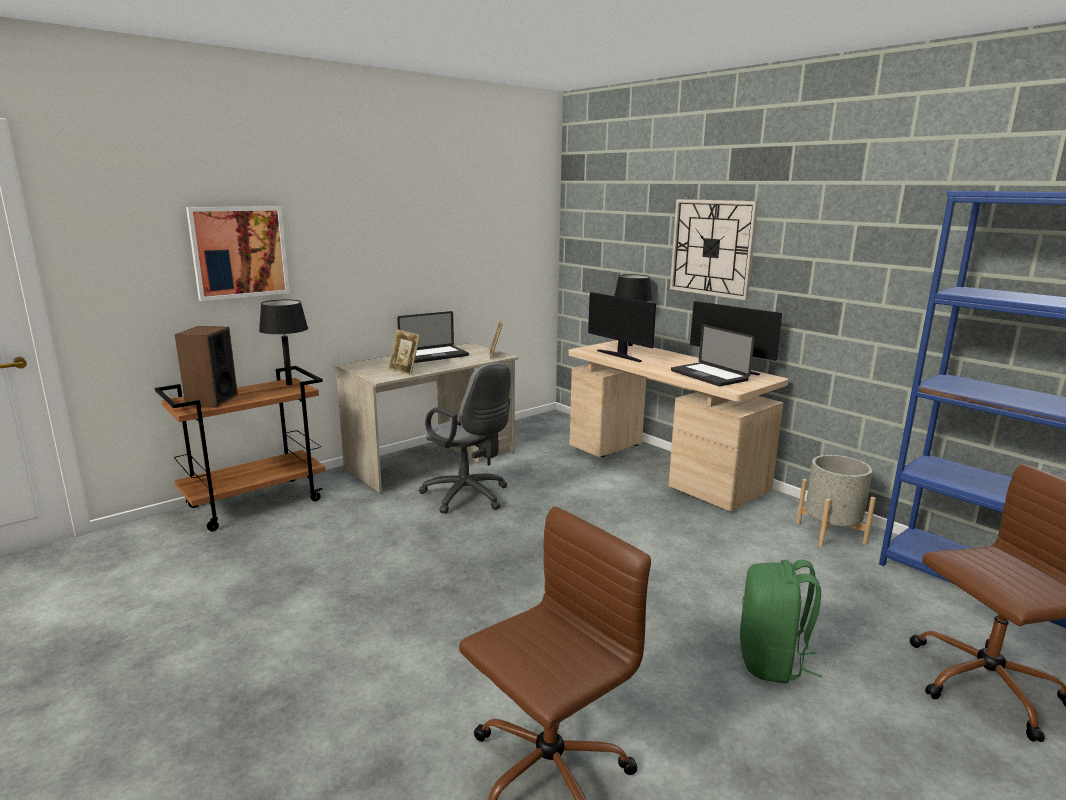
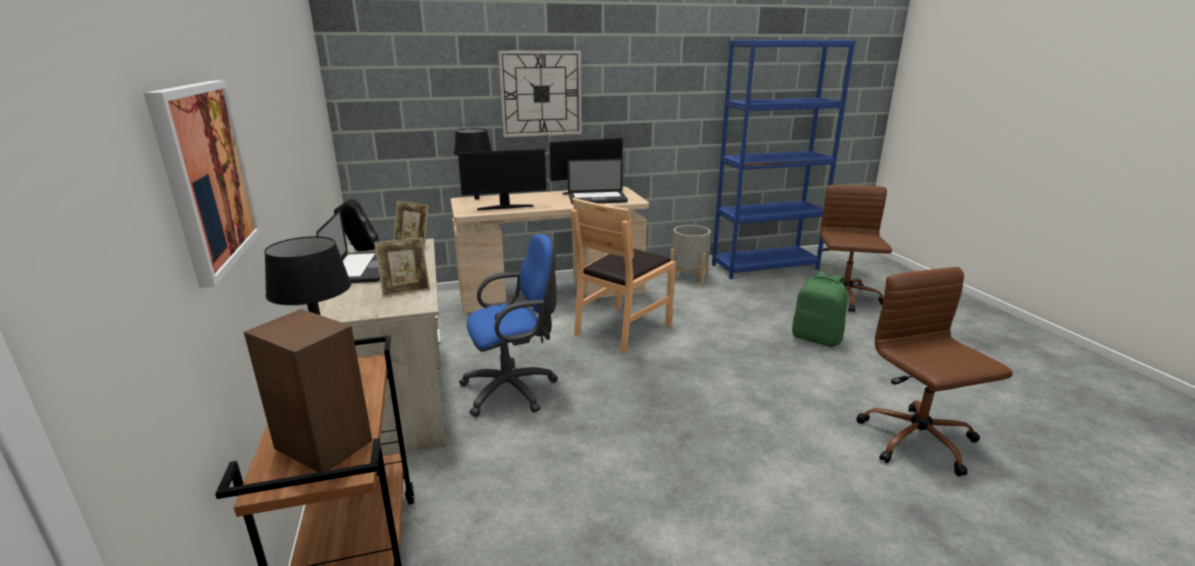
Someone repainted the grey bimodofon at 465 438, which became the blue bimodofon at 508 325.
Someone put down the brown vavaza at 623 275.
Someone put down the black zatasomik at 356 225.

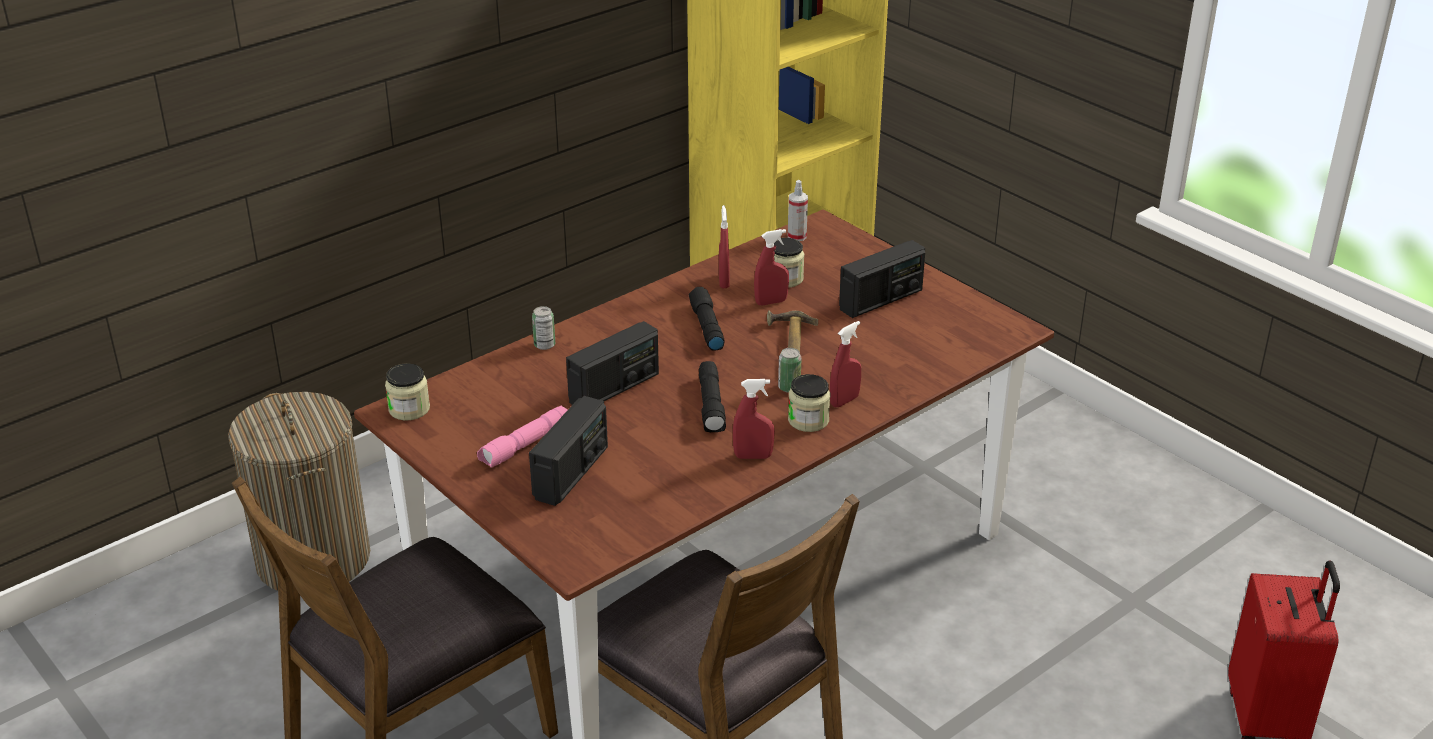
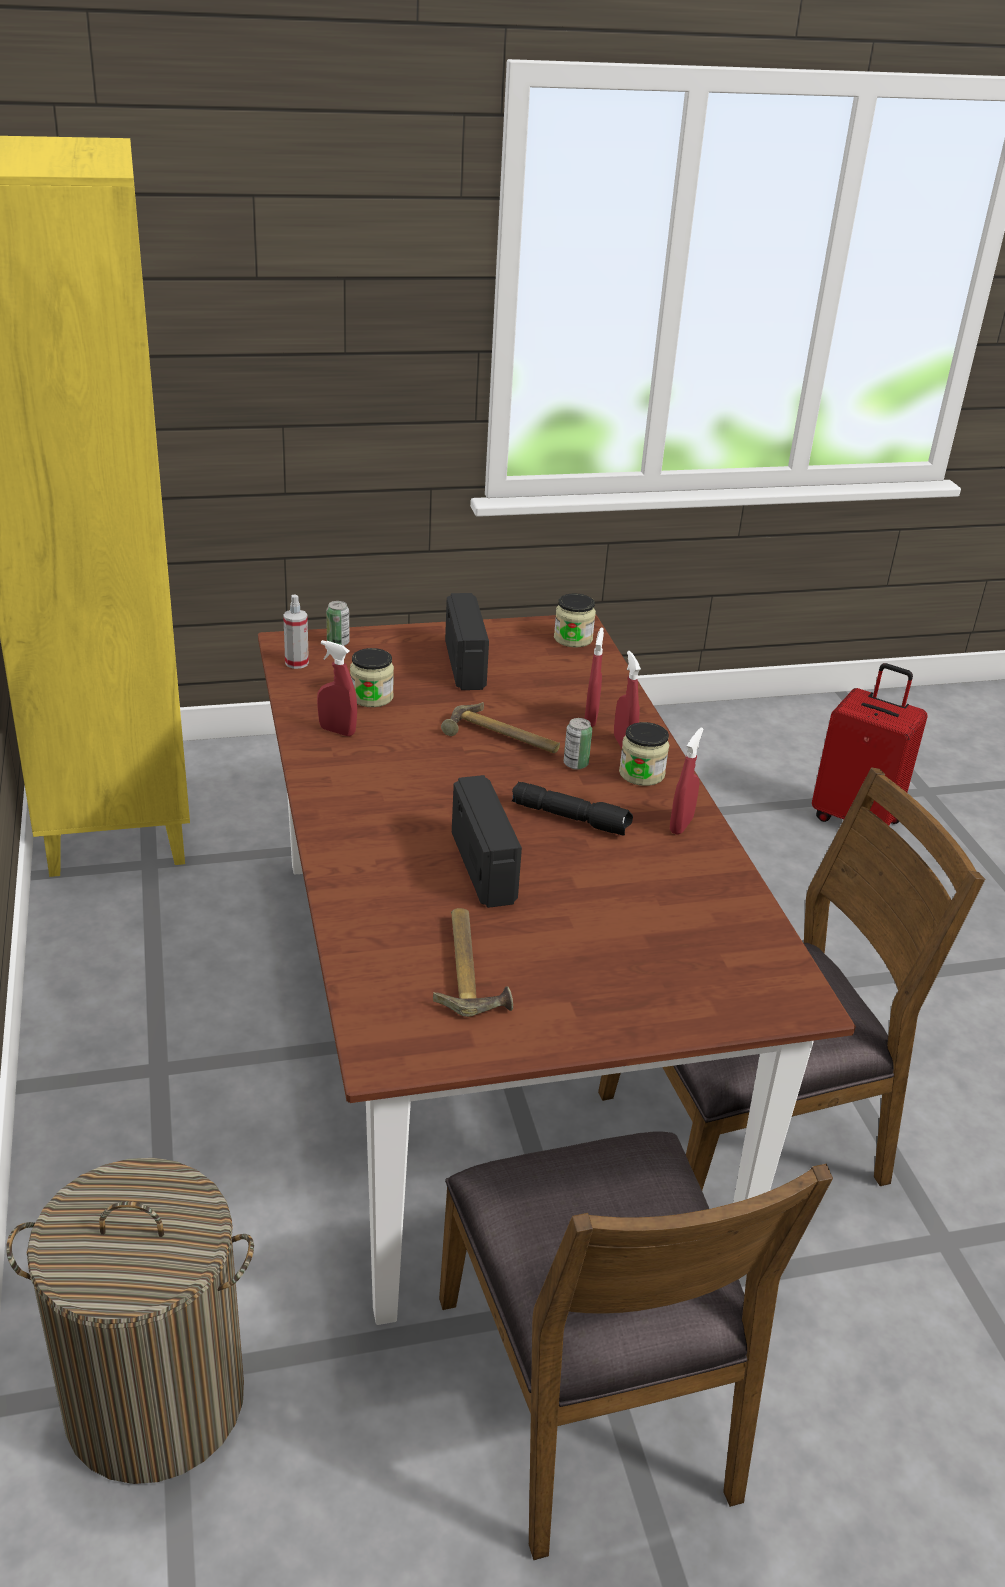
Someone carried the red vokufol from 771 267 to 594 677.
Someone took away the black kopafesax at 707 319.
Someone carried the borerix from 543 328 to 337 623.
Someone carried the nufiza from 407 392 to 575 620.
Someone took away the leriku at 568 451.
Someone took away the pink kopafesax at 522 437.
Someone put down the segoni at 473 962.

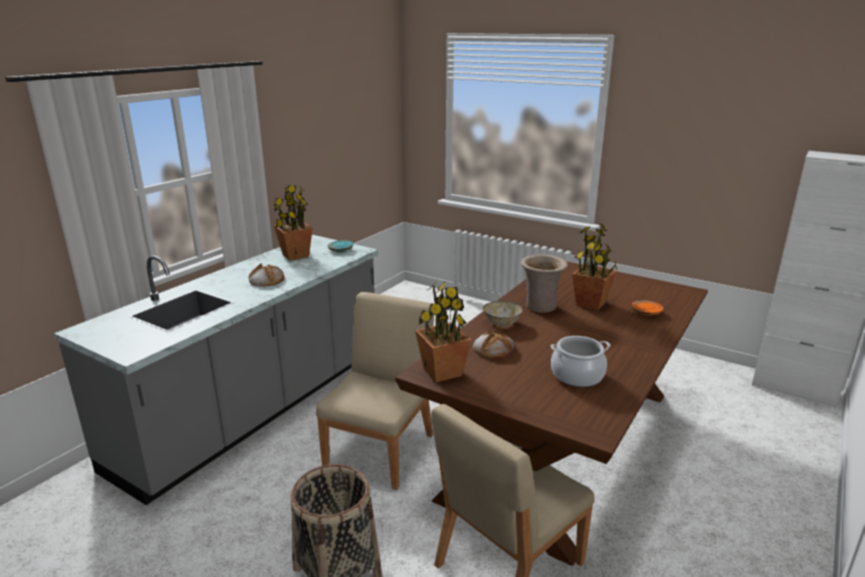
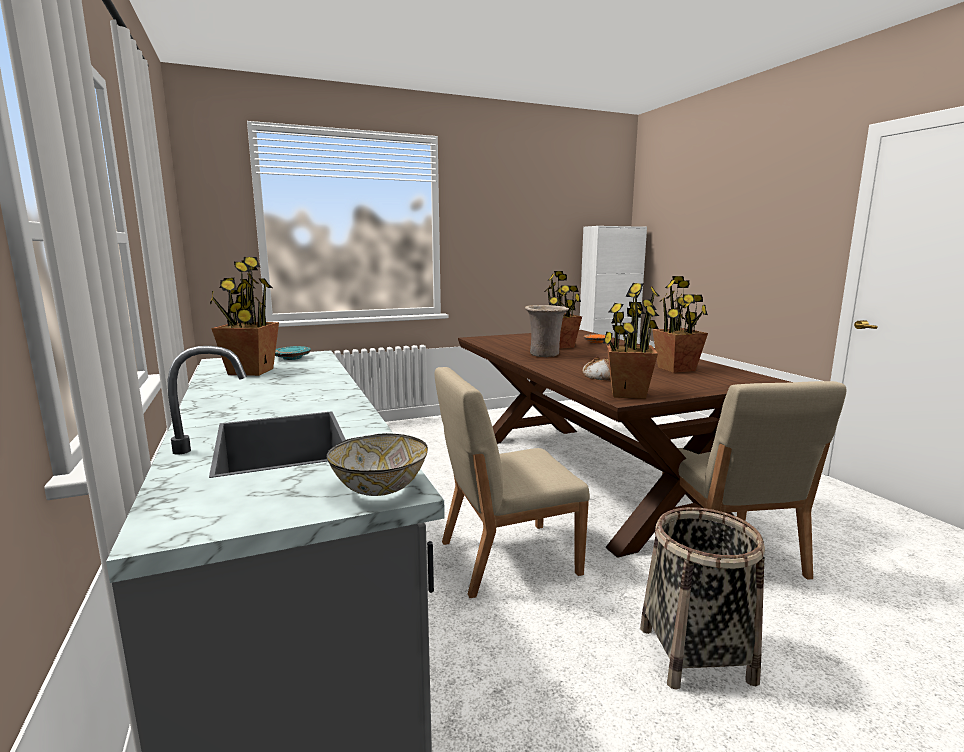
Someone took away the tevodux at 266 275.
Someone rotated the beige vavaza at 375 391 by 75 degrees counterclockwise.
Someone carried the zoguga from 502 313 to 377 464.
Someone swapped the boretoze at 580 361 for the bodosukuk at 680 324.

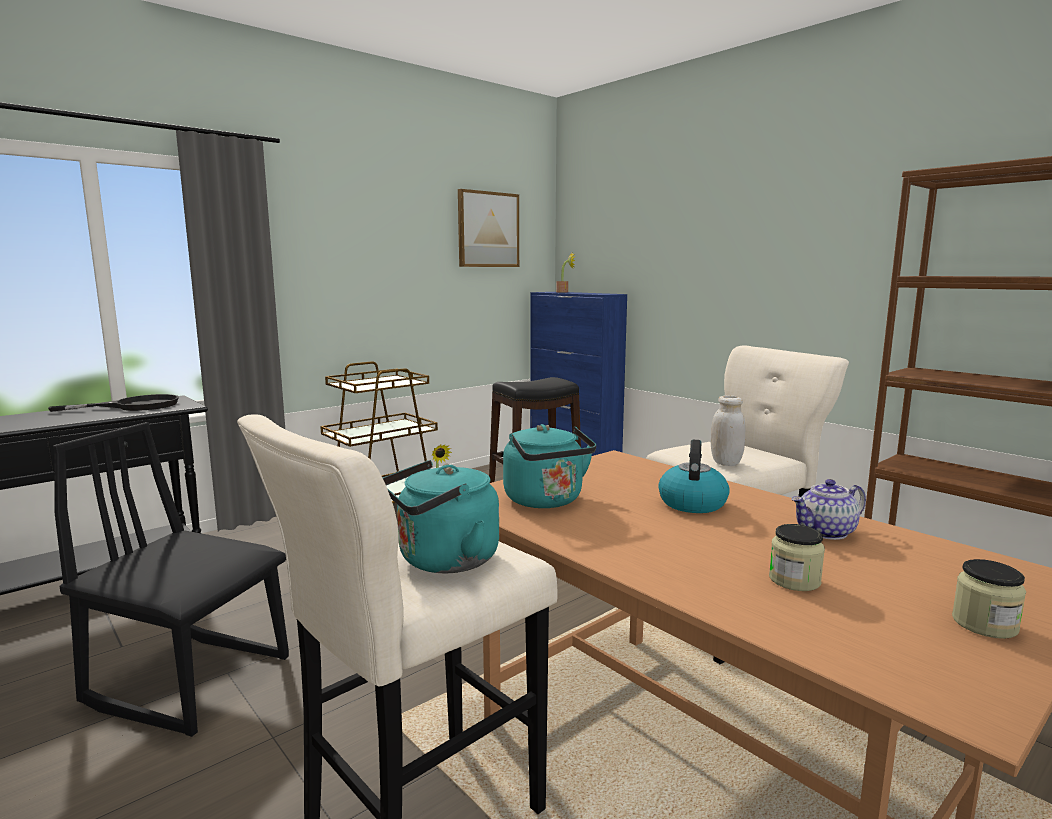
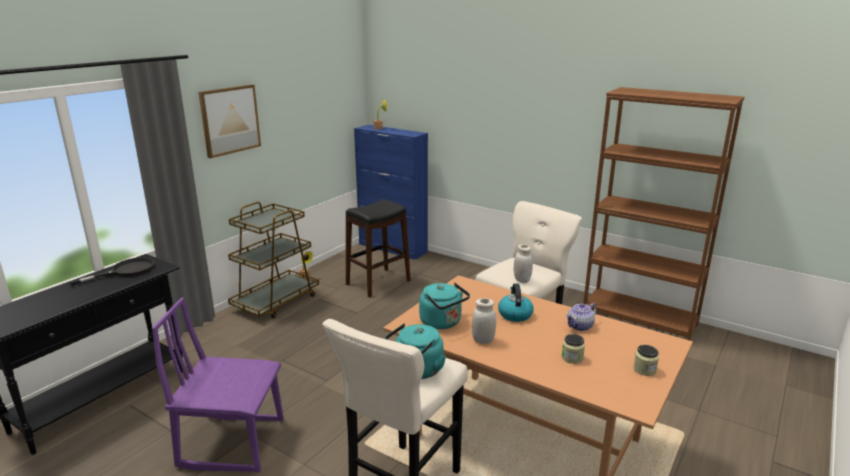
Someone carried the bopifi from 488 228 to 229 121.
Someone repainted the black vavaza at 171 579, which became the purple vavaza at 217 385.
Someone put down the white nufiza at 484 321.

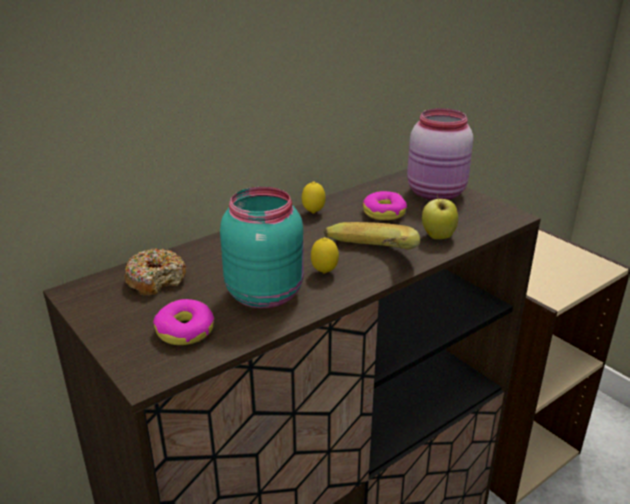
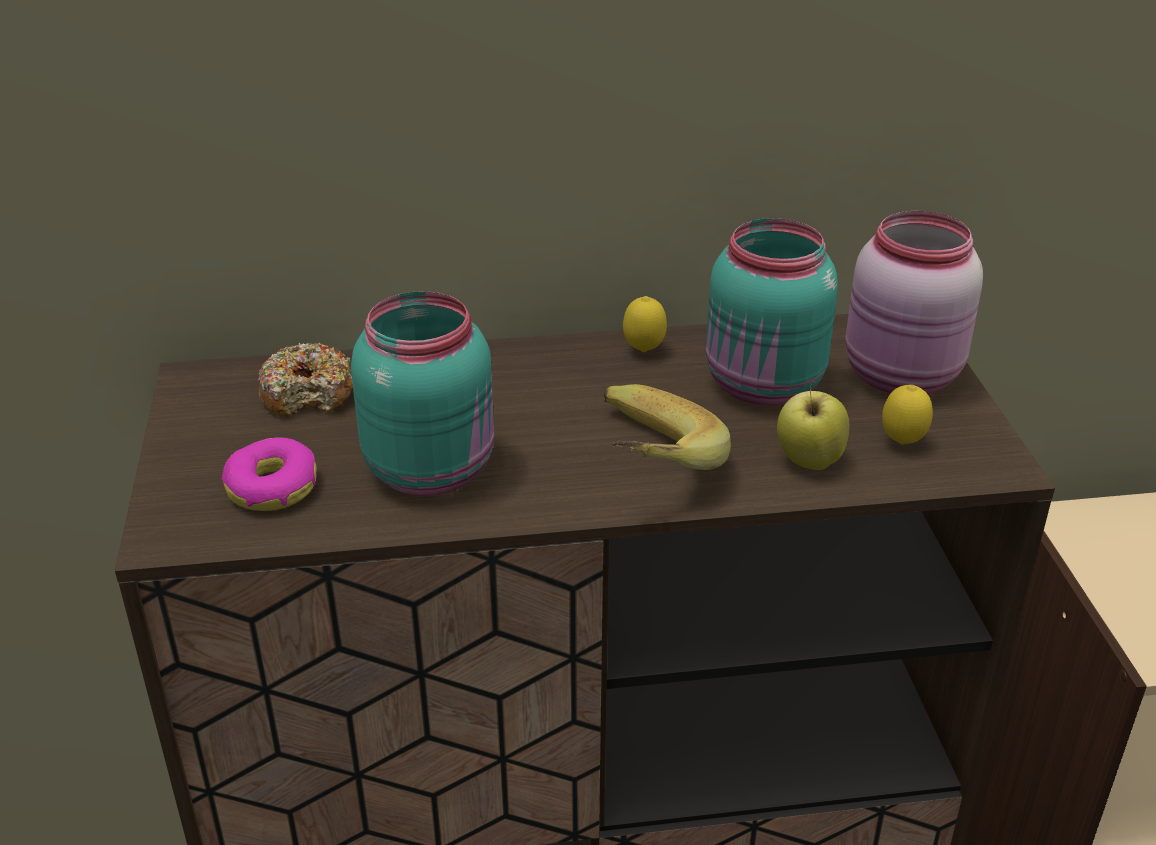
Someone swapped the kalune at 384 205 for the turquoise nufiza at 772 311.
Someone carried the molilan from 325 255 to 907 415.

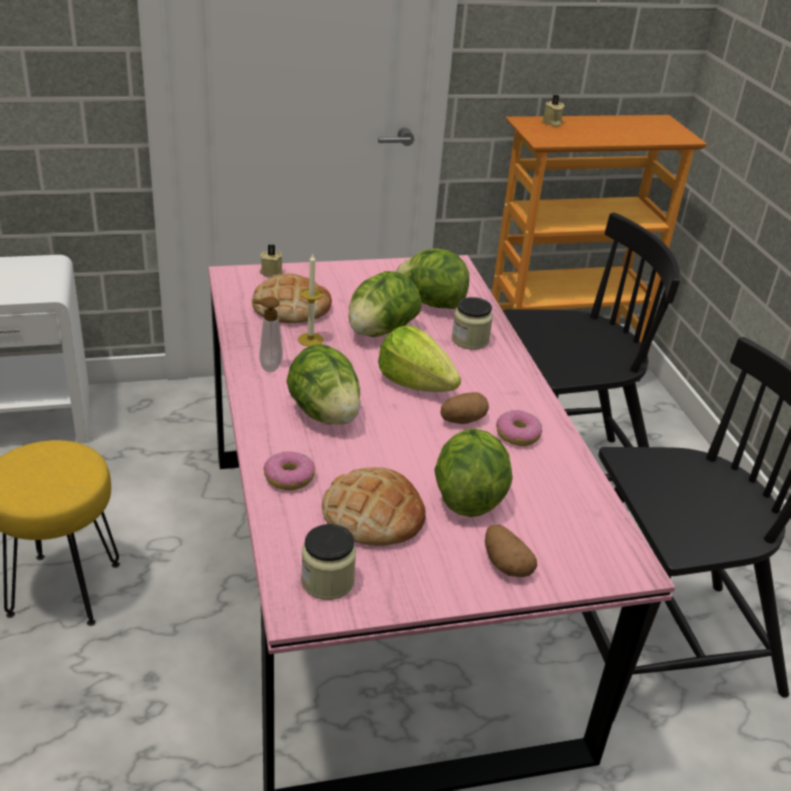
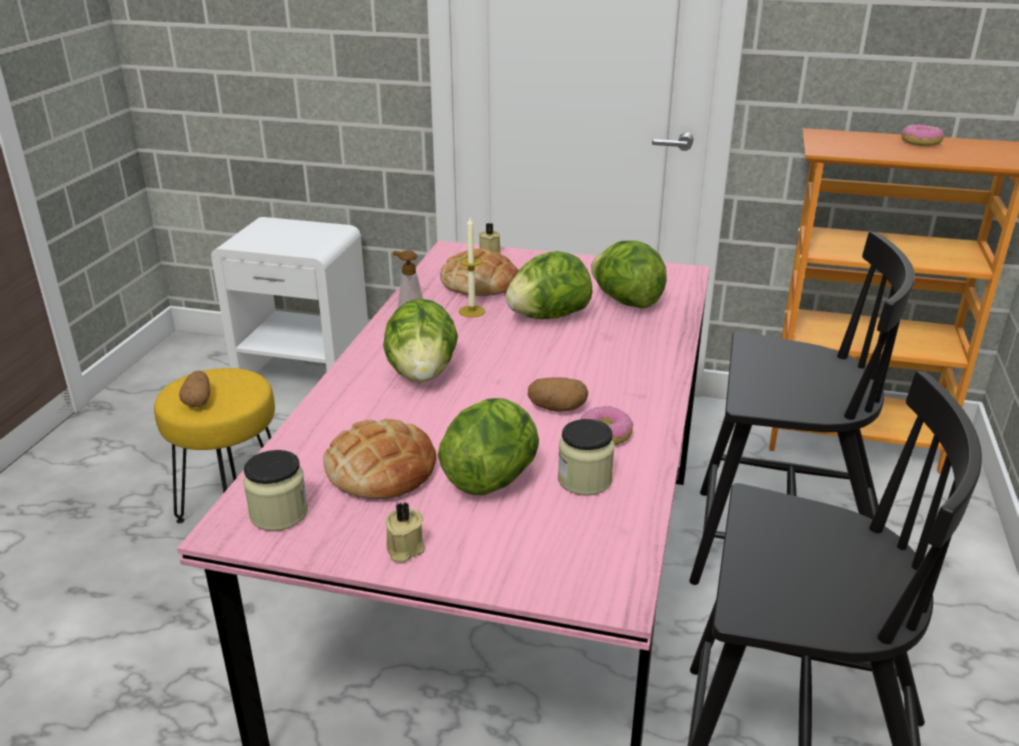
Someone carried the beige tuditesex from 552 111 to 405 532.
Someone carried the nufiza from 472 323 to 586 457.
Someone took away the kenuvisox at 419 358.
Someone carried the kalune from 289 470 to 922 135.
Someone carried the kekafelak from 511 551 to 194 389.

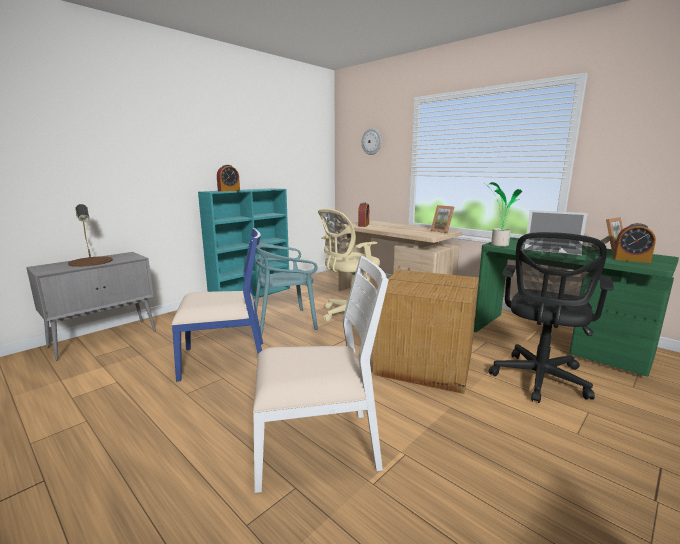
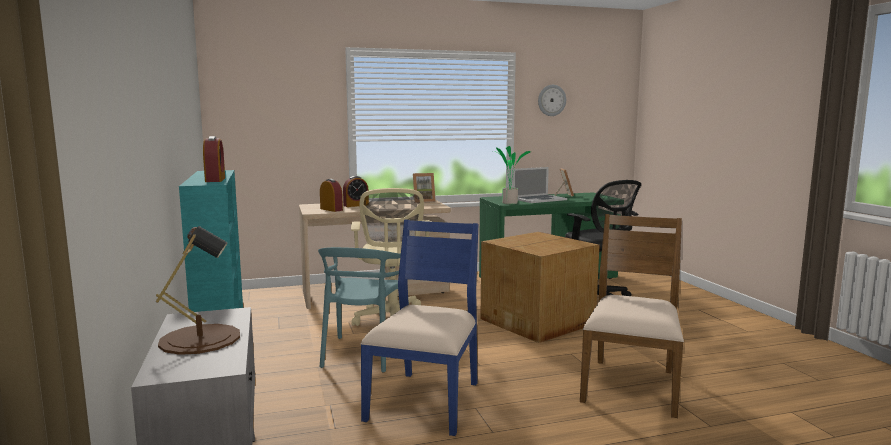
Someone carried the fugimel from 371 141 to 552 100.
Someone carried the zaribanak from 634 243 to 356 191.
Someone repainted the white vavaza at 321 374, which became the brown vavaza at 632 316.

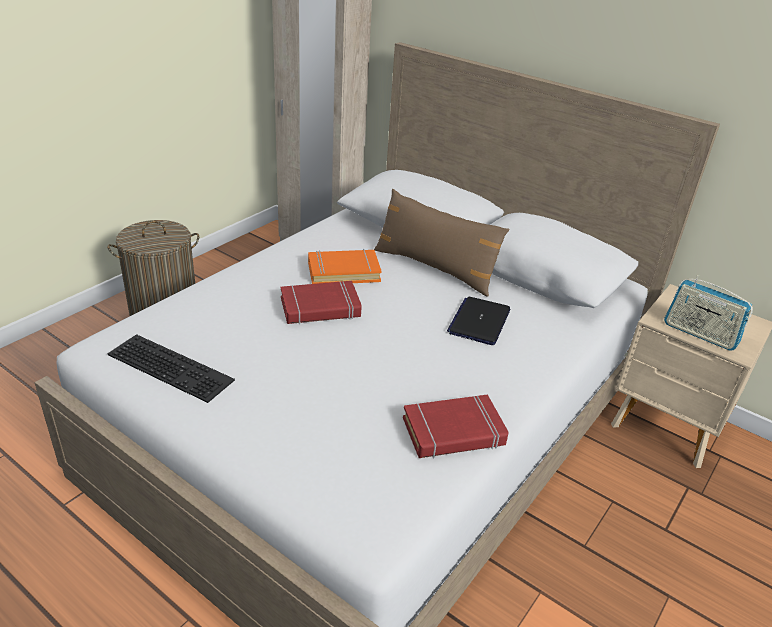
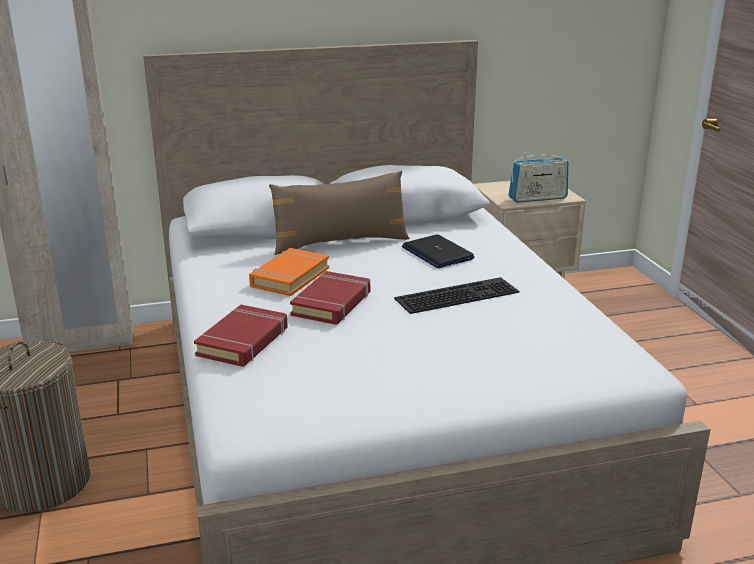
Someone carried the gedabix from 171 368 to 456 295.
Someone carried the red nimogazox from 456 426 to 241 336.

